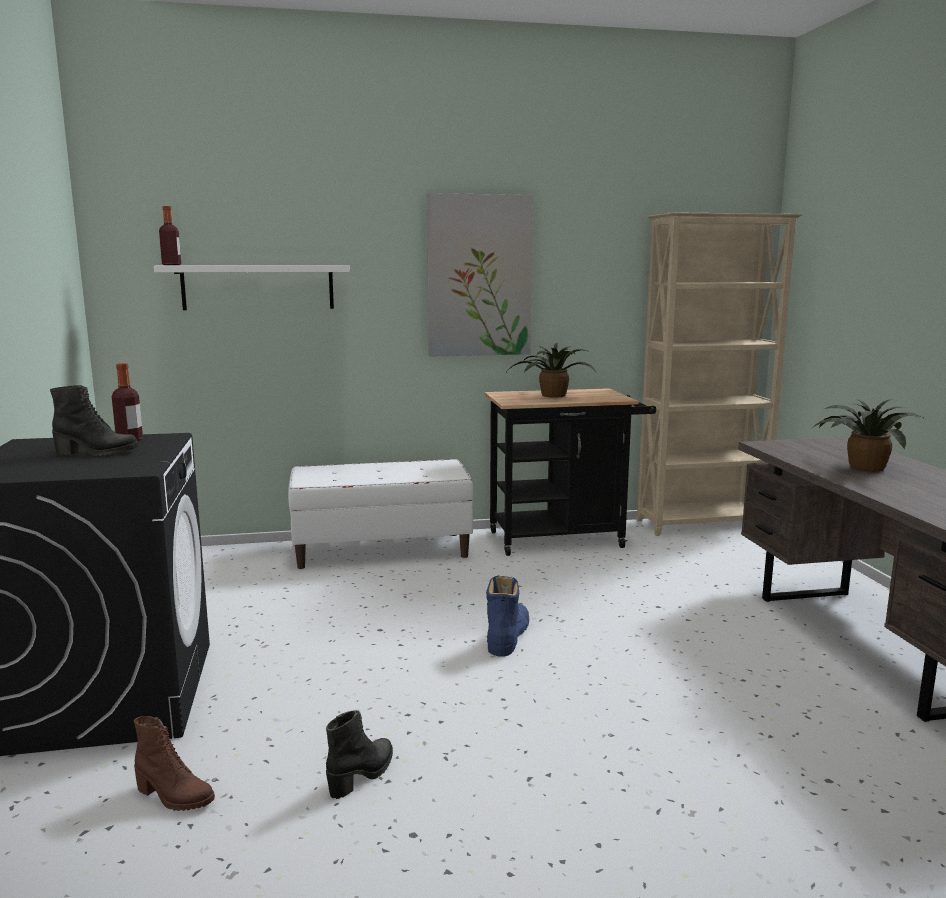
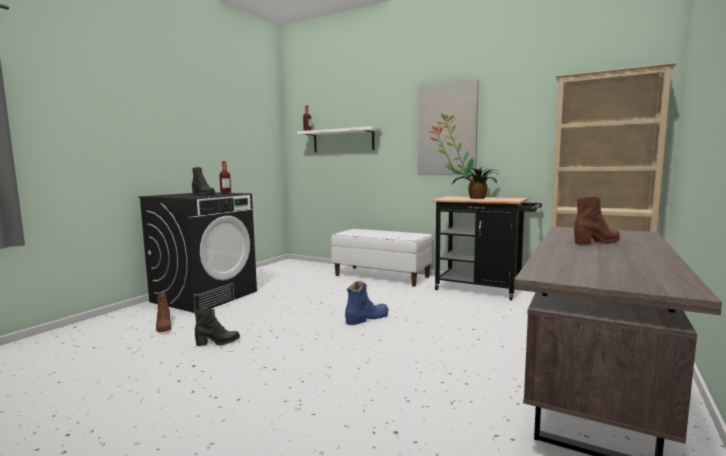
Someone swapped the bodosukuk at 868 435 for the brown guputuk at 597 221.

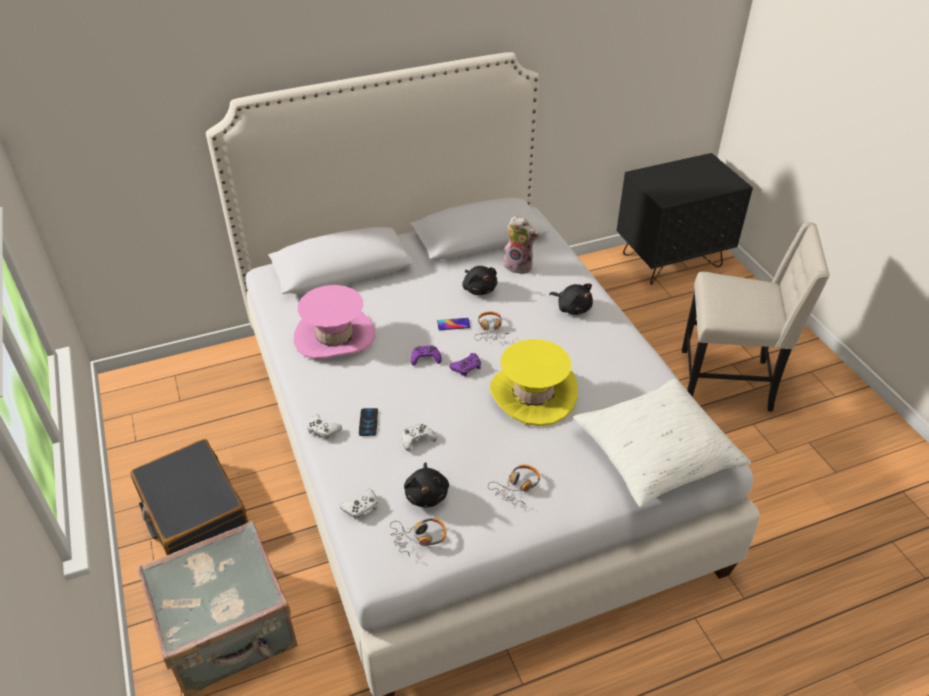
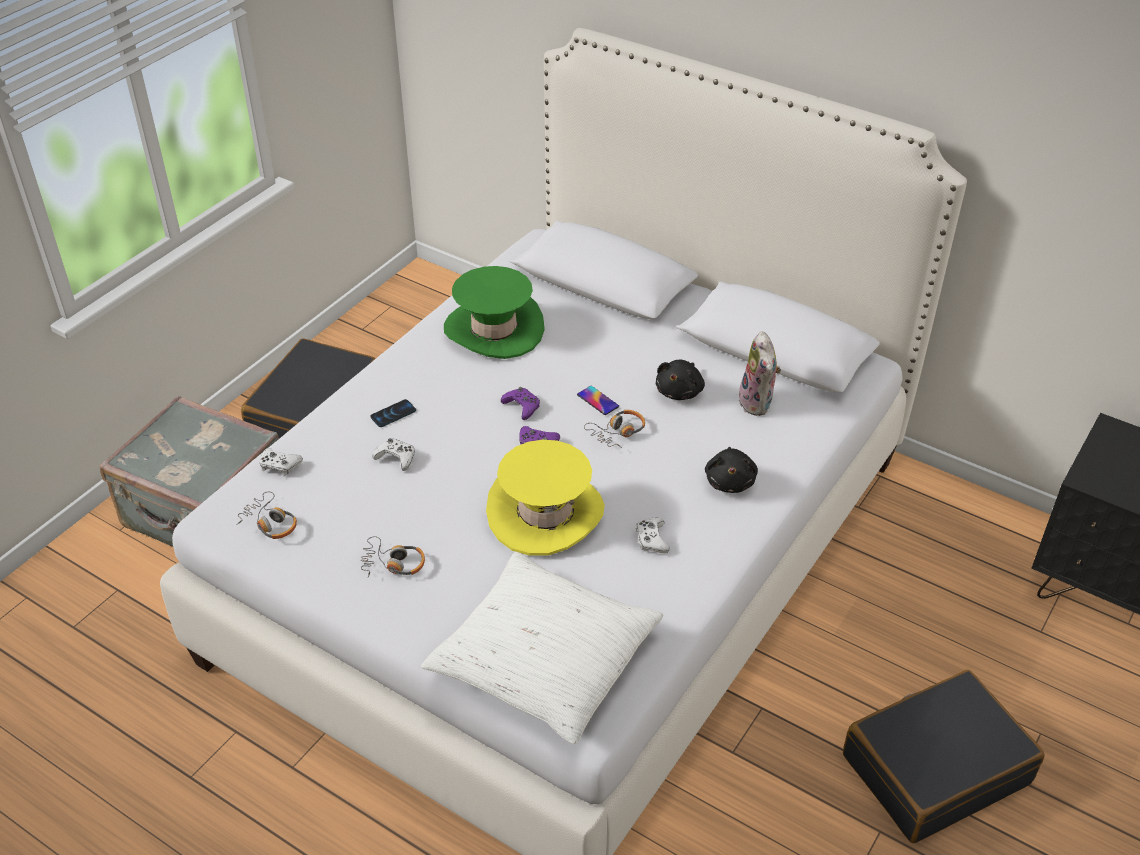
Someone swapped the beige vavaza at 756 317 for the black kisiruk at 944 756.
Someone repainted the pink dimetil at 334 322, which became the green dimetil at 494 312.
Someone carried the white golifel from 324 428 to 653 535.
Someone took away the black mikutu at 426 485.

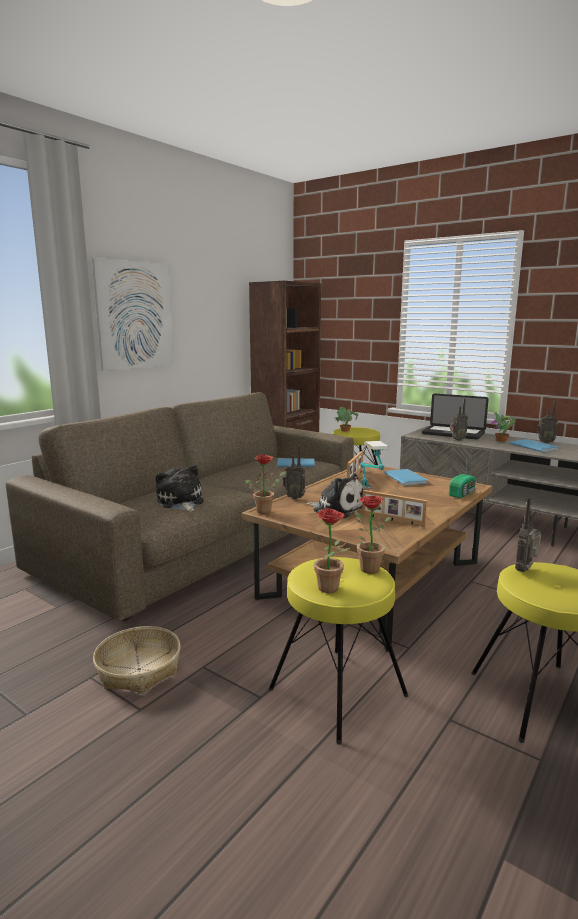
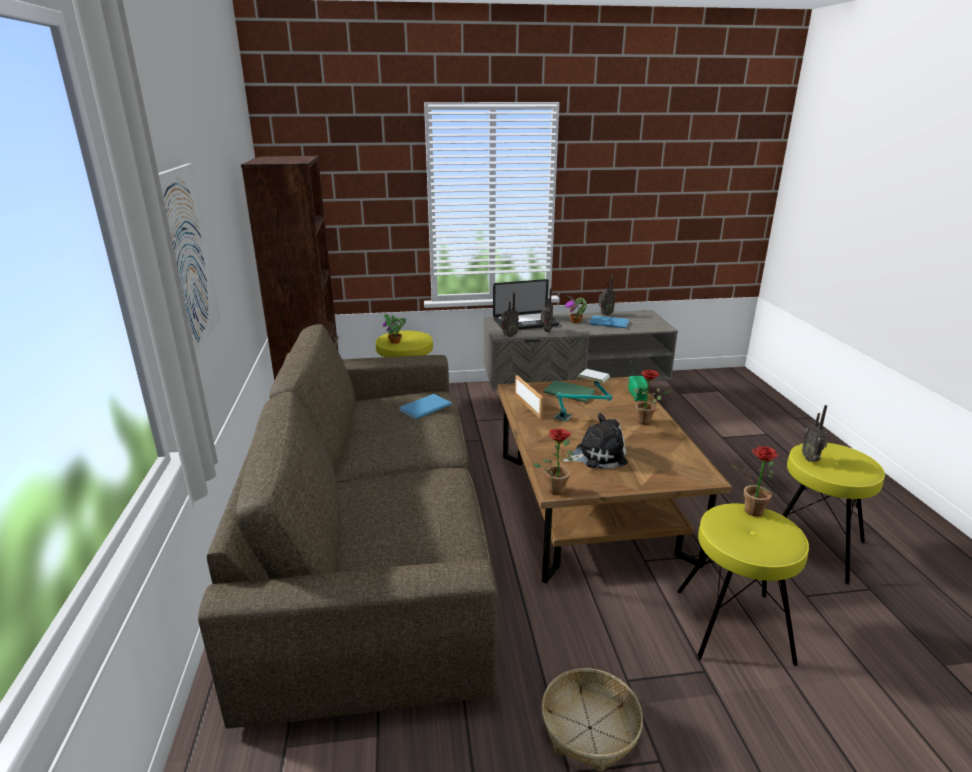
Someone carried the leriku from 294 472 to 510 315.
Someone took away the mikutu at 180 488.
Someone repainted the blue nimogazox at 406 477, which became the green nimogazox at 569 391.
Someone took away the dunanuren at 394 508.
Someone carried the bodosukuk from 330 550 to 652 397.

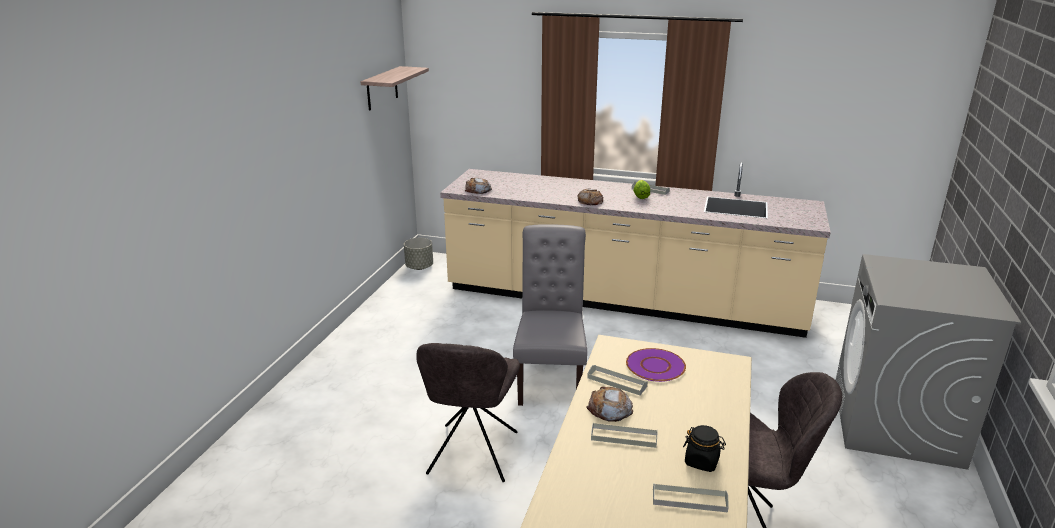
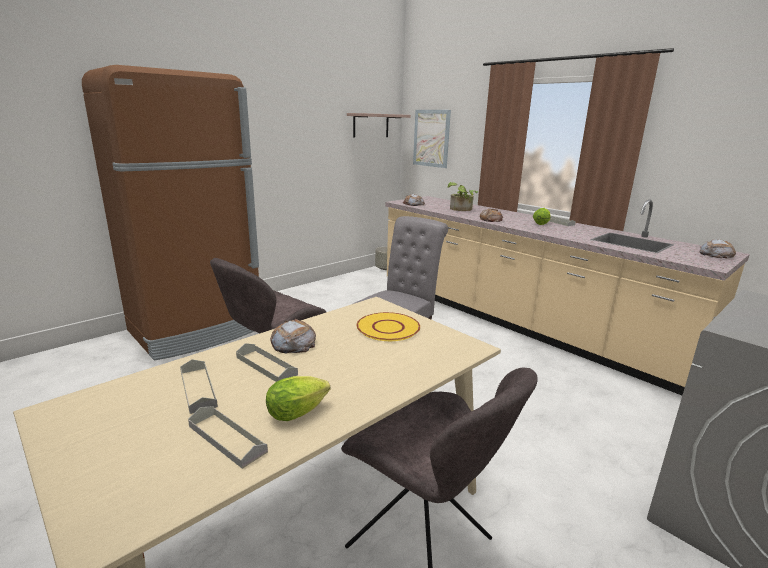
Someone repainted the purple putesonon at 656 365, which became the yellow putesonon at 388 326.
Someone carried the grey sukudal from 617 380 to 199 386.
Someone swapped the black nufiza at 704 448 for the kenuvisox at 298 398.
Someone put down the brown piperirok at 170 212.
Someone put up the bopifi at 432 139.
Someone put down the bodosukuk at 463 196.
Someone put down the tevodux at 718 249.

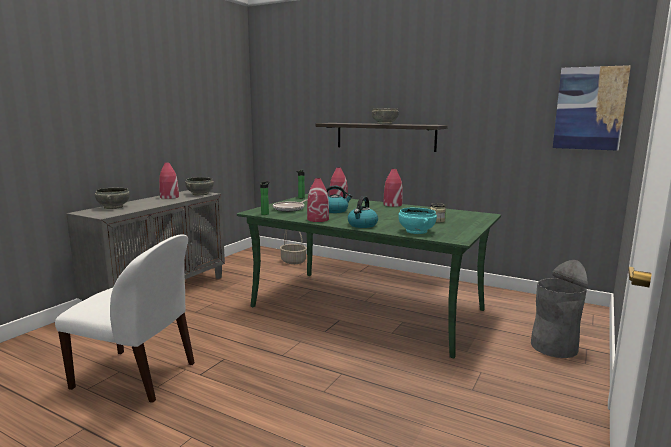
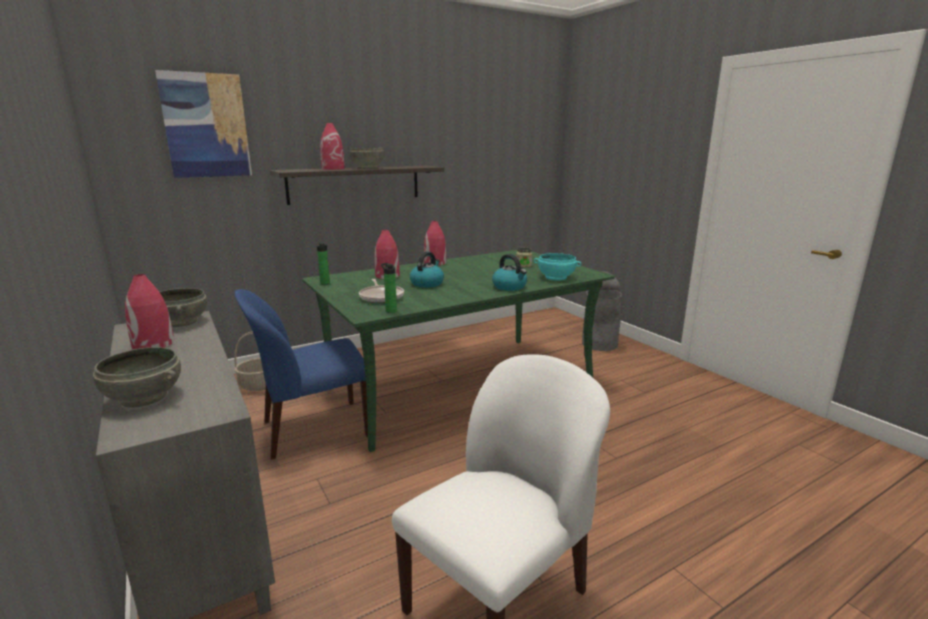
Someone carried the bopifi from 592 108 to 203 124.
Someone carried the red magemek from 318 200 to 332 146.
Someone put down the blue vavaza at 301 374.

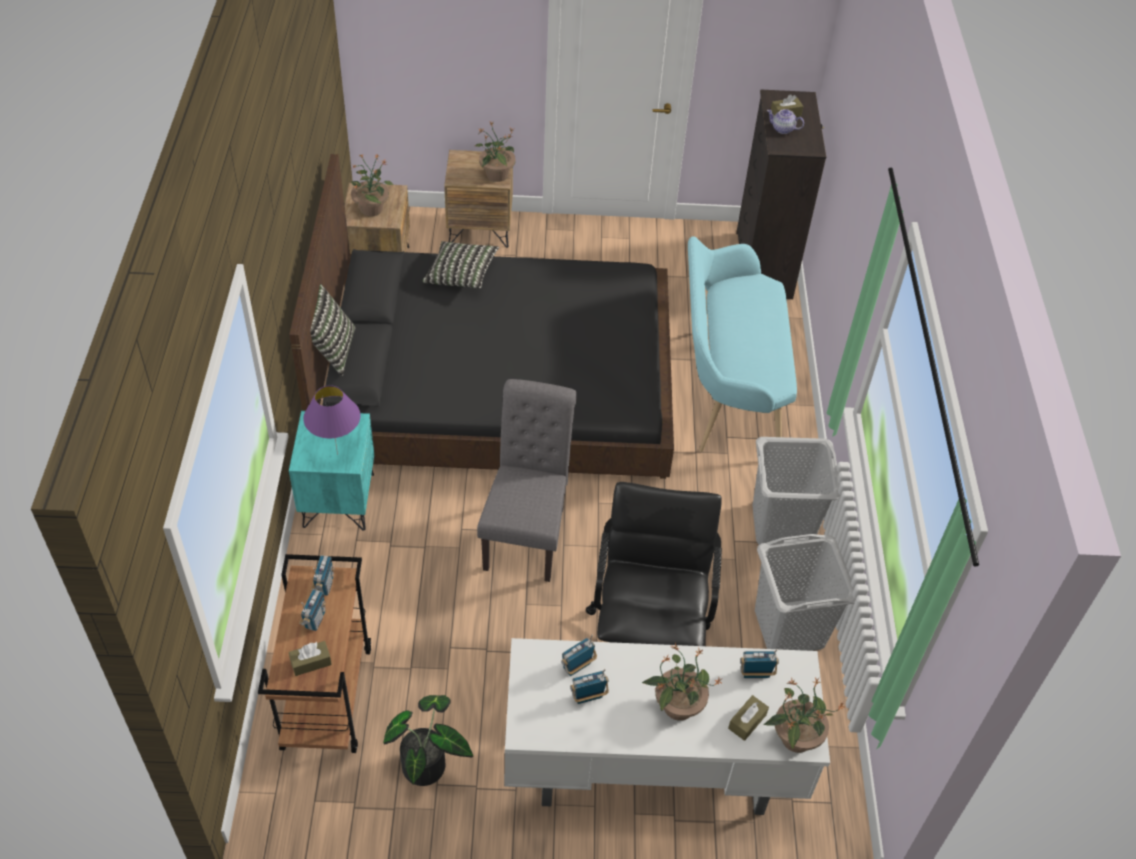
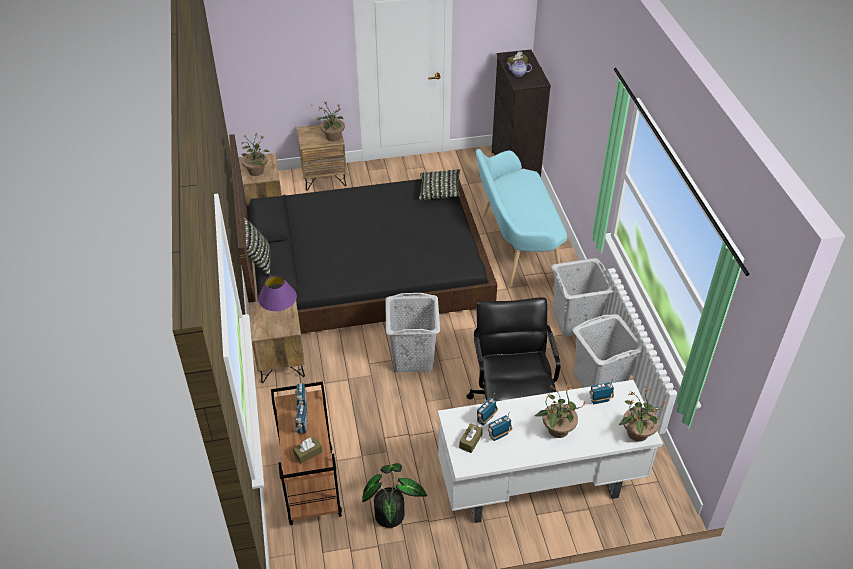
Someone carried the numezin from 461 265 to 439 184.
Someone swapped the grey vavaza at 527 480 for the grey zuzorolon at 412 332.
Someone repainted the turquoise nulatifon at 331 471, which became the brown nulatifon at 276 342.
Someone carried the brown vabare from 748 718 to 471 438.

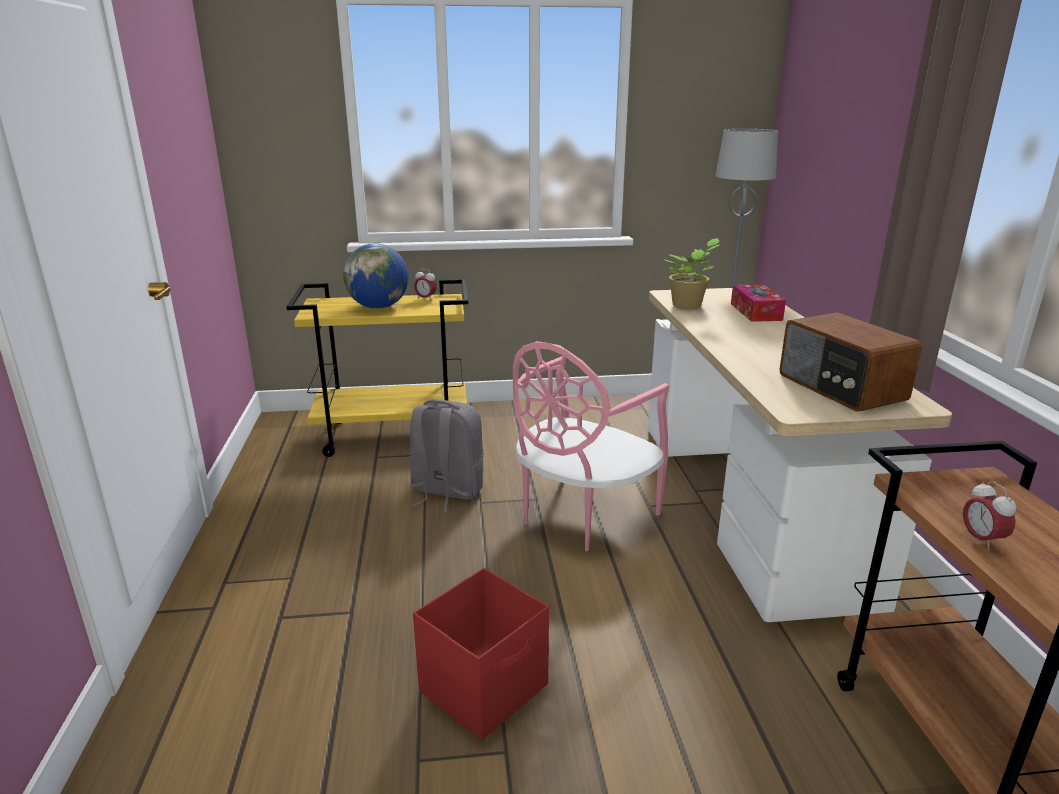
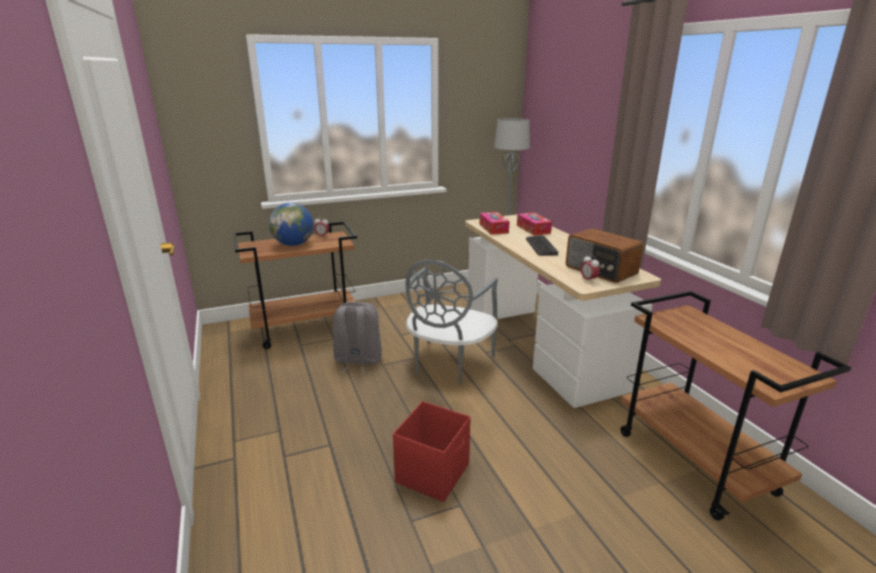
Someone swapped the bodosukuk at 691 273 for the vabare at 494 223.
Someone repainted the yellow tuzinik at 377 368, which became the brown tuzinik at 295 285.
Someone repainted the pink vavaza at 591 446, which became the grey vavaza at 452 322.
Someone carried the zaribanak from 989 516 to 590 267.
Someone put down the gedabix at 542 245.

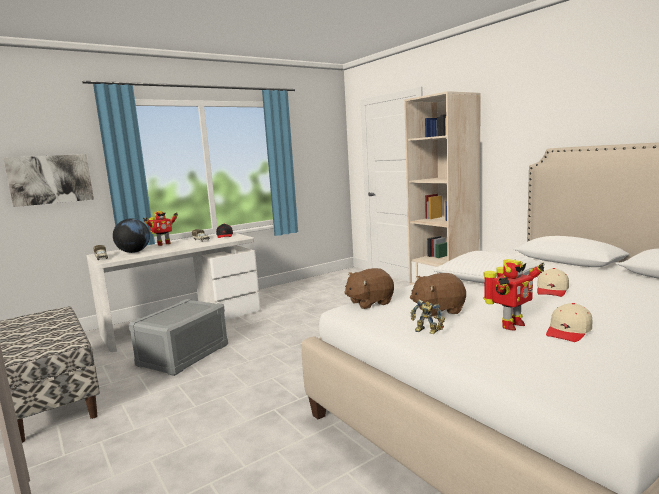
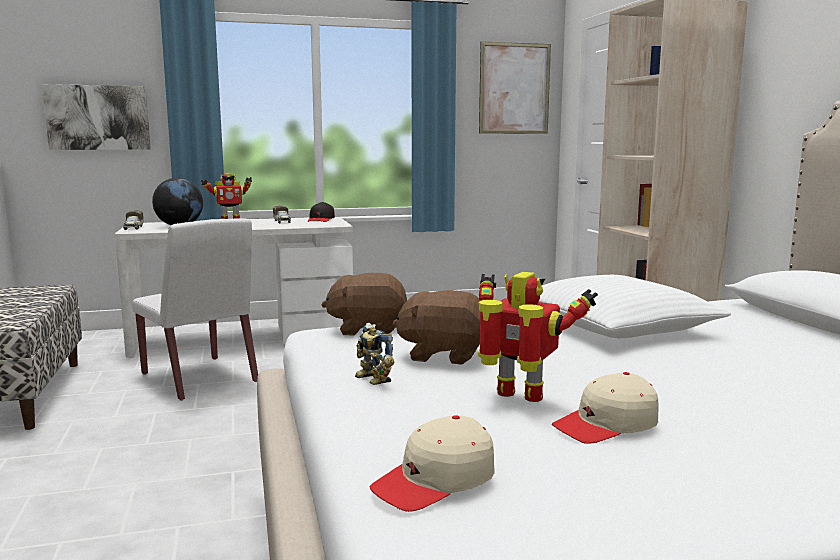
Someone rotated the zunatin at 514 294 by 135 degrees counterclockwise.
Someone carried the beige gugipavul from 553 282 to 432 463.
Someone swapped the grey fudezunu at 178 337 for the white vavaza at 195 309.
Someone put up the bopifi at 515 87.

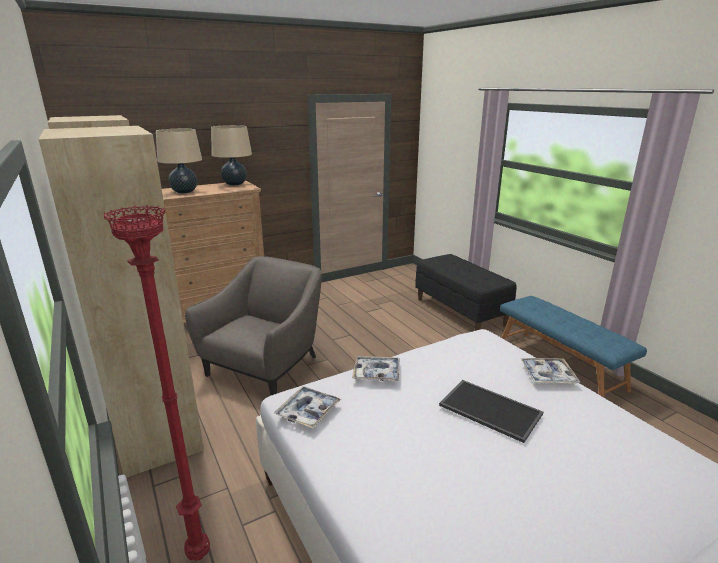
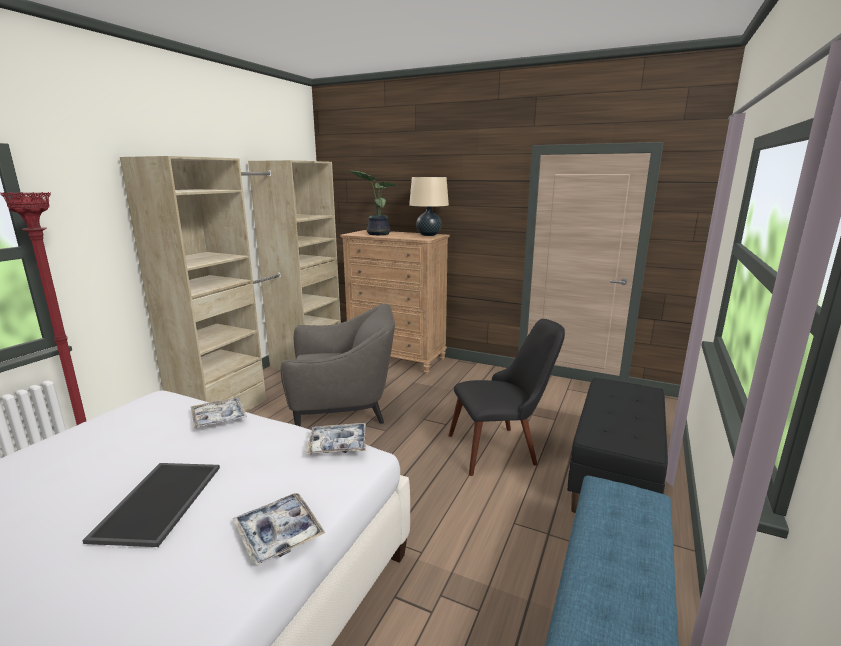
Someone swapped the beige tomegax at 179 161 for the bodosukuk at 373 202.
Someone carried the sukudal from 307 407 to 336 438.
Someone put down the black vavaza at 506 397.

